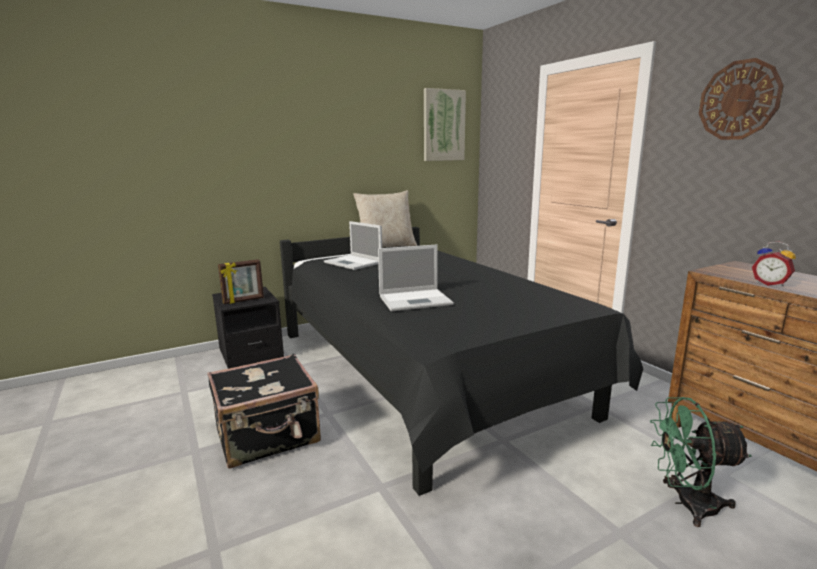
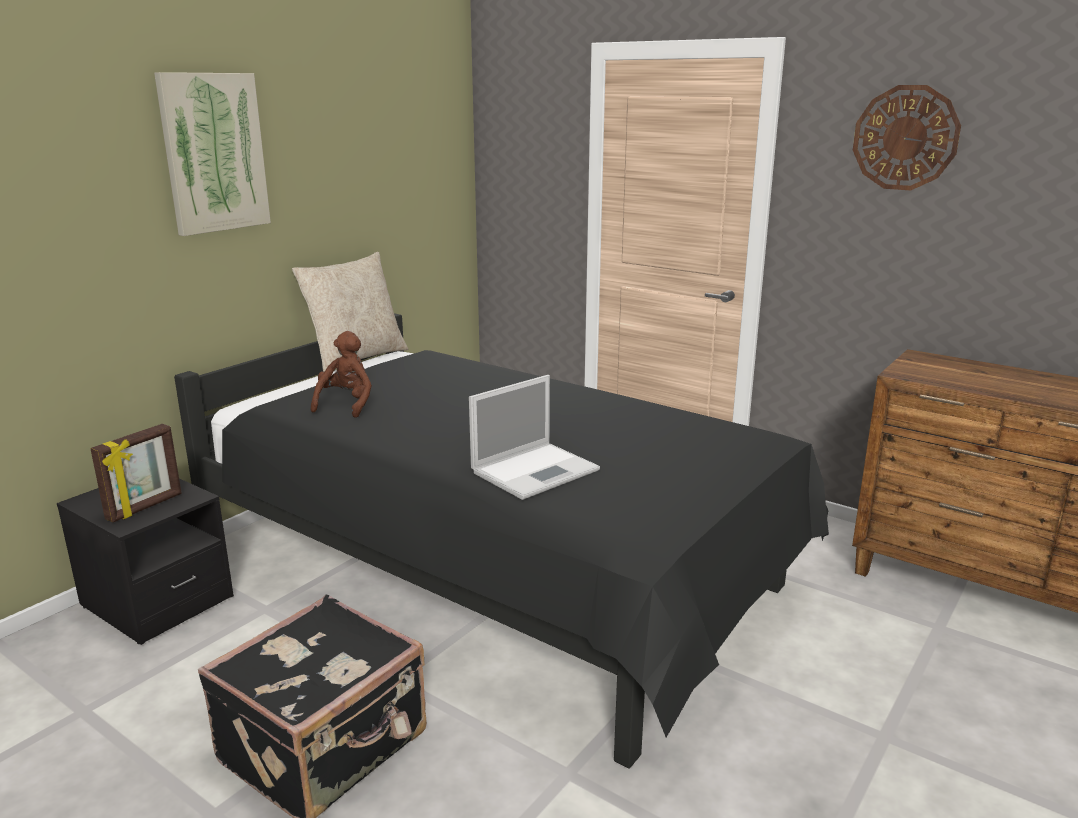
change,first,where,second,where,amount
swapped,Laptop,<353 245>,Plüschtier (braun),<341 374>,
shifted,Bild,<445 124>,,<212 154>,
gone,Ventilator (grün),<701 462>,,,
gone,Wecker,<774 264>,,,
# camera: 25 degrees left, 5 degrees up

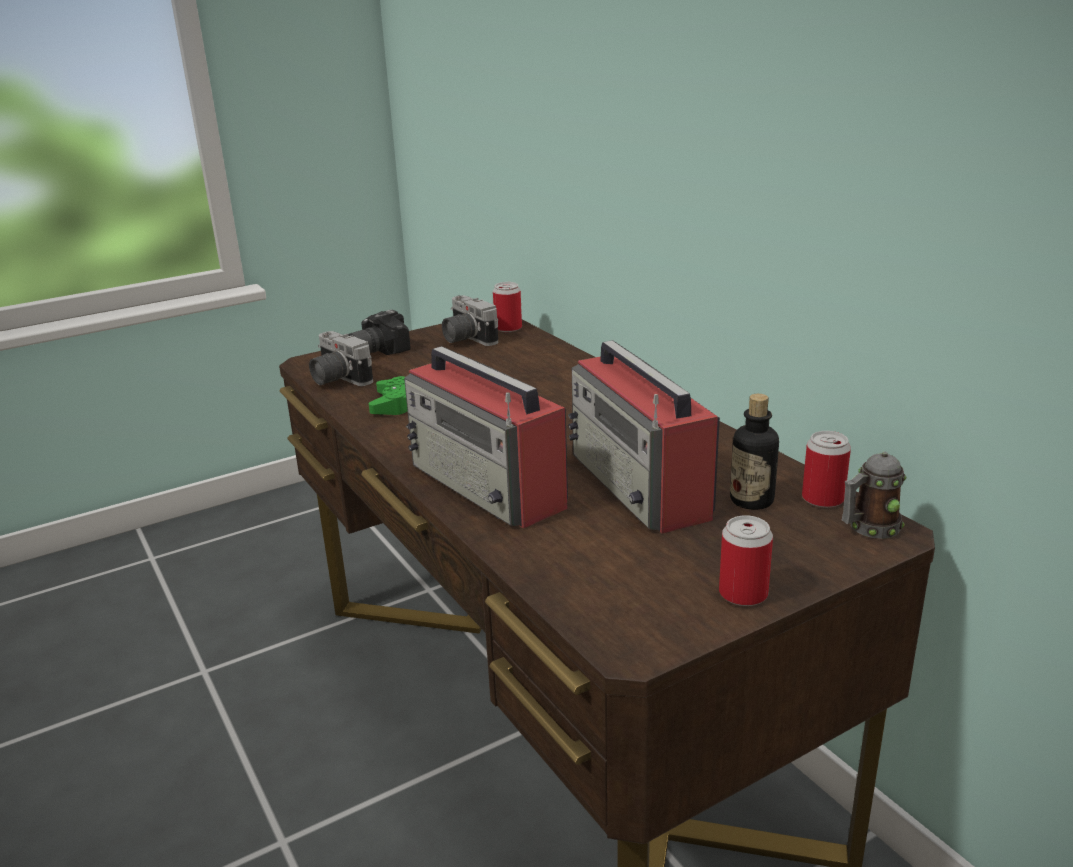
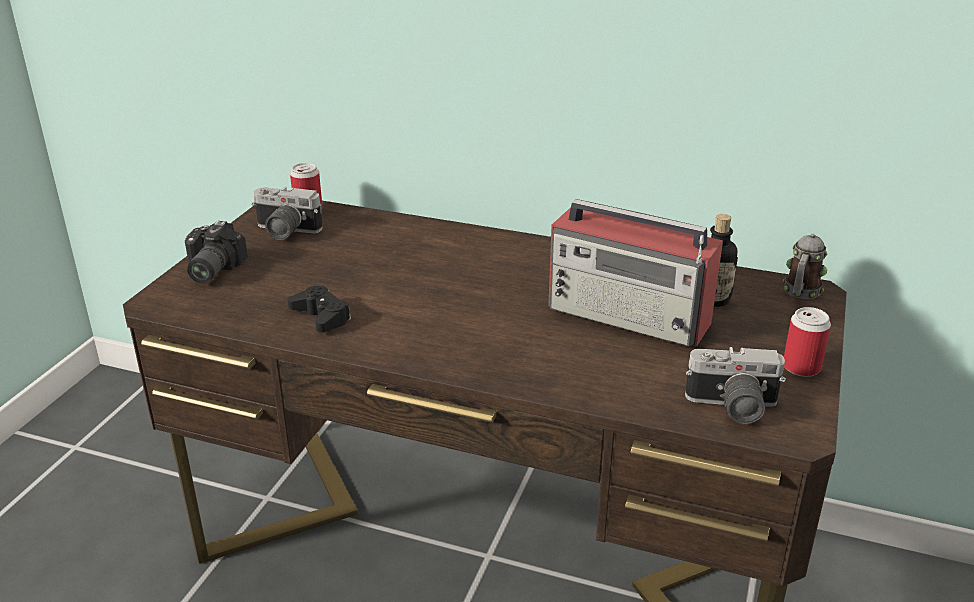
change,first,where,second,where,amount
shifted,Kamera,<341 358>,,<735 385>,
repainted,Gamepad (grün),<388 395>,Gamepad (schwarz),<319 309>,
gone,Radio,<486 437>,,,
gone,Dose,<826 469>,,,
# camera: 40 degrees left, 5 degrees up

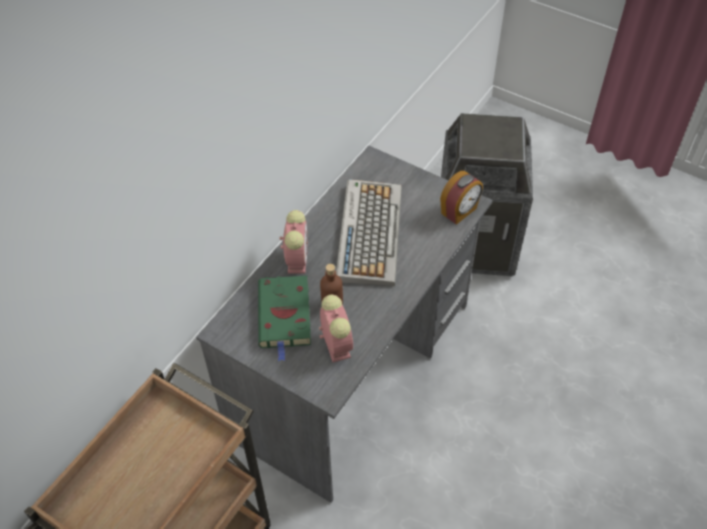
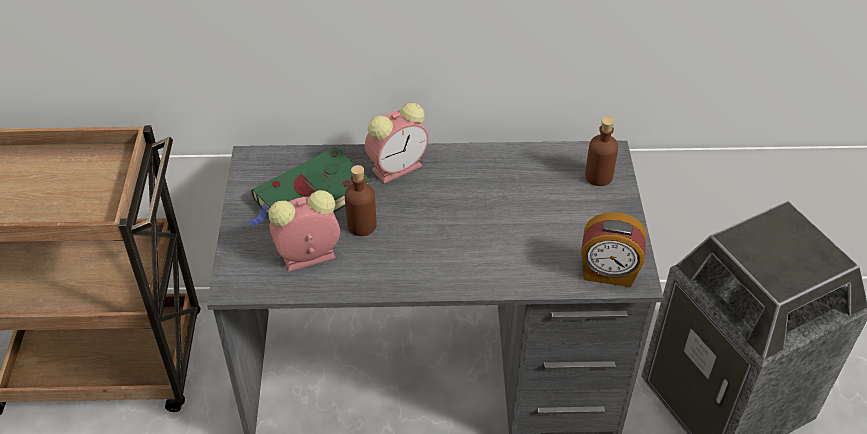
change,first,where,second,where,amount
rotated,Wecker,<336 328>,,<304 231>,150 degrees counterclockwise
gone,Tastatur,<369 232>,,,
new,,,Flasche (braun),<601 151>,
# camera: 55 degrees right, 5 degrees down

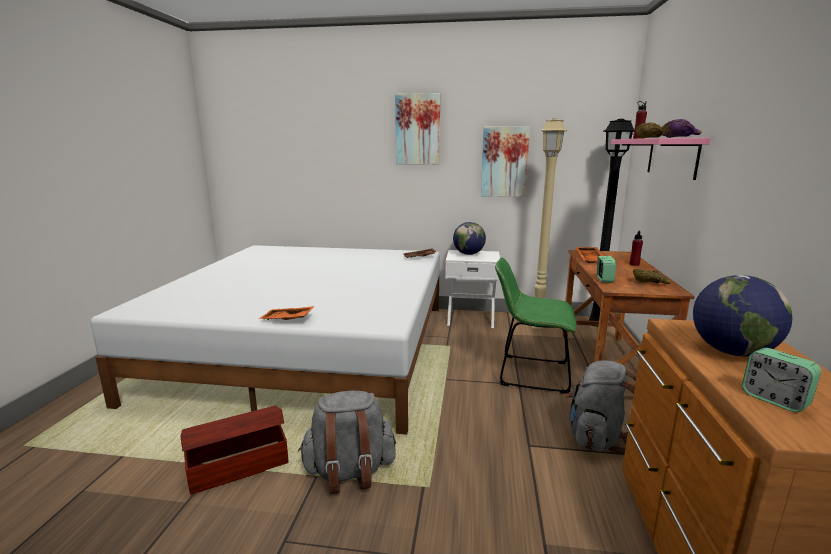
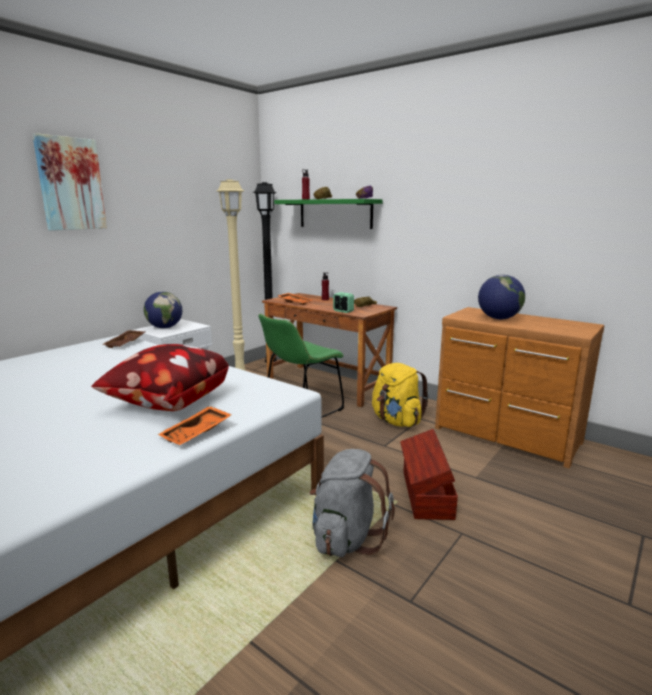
change,first,where,second,where,amount
shifted,Aufbewahrungsbox (braun),<235 450>,,<429 474>,
gone,Bild,<505 162>,,,
repainted,Rucksack (grau),<600 406>,Rucksack (gelb),<400 395>,
repainted,Wandregal (rosa),<660 159>,Wandregal (grün),<328 214>,
gone,Wecker,<781 380>,,,
new,,,Kissen,<160 377>,
# camera: 60 degrees left, 0 degrees up

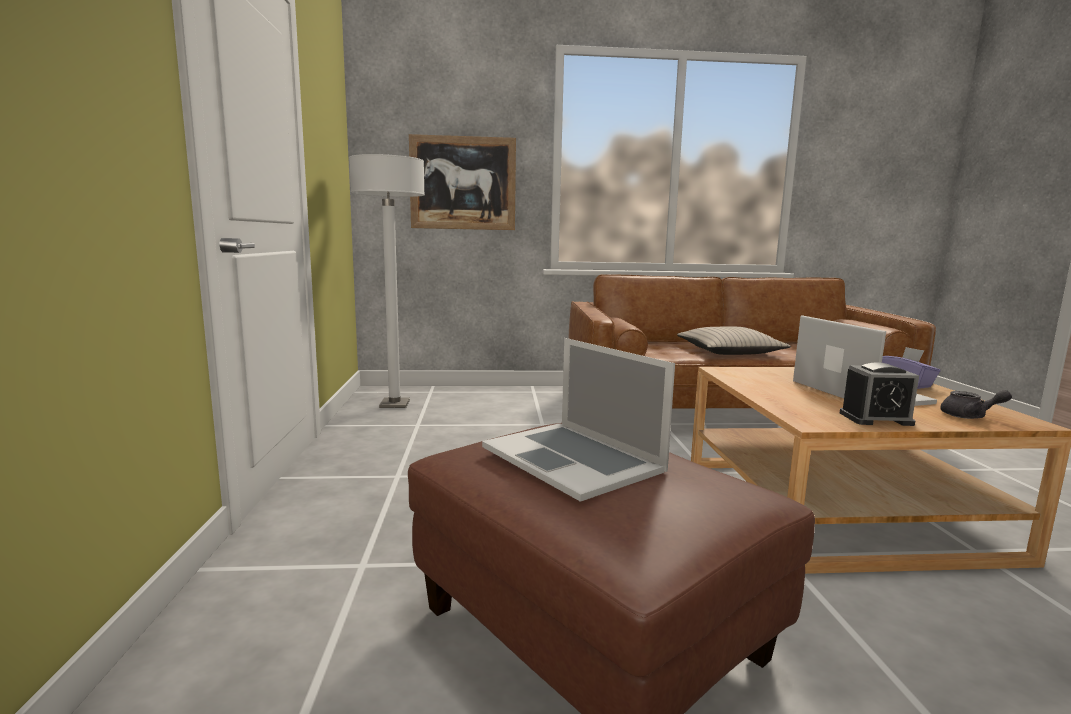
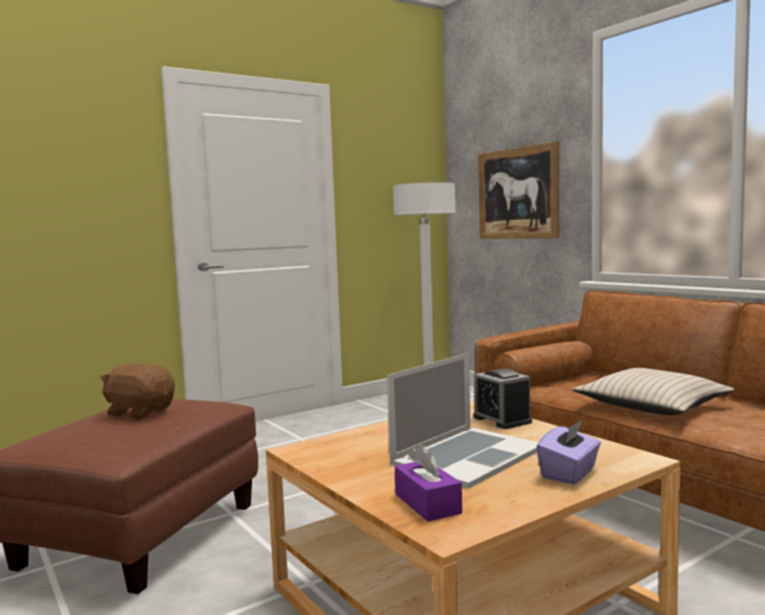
change,first,where,second,where,amount
swapped,Laptop,<578 420>,Plüschtier (braun),<137 391>,
shifted,Wecker,<879 394>,,<502 398>,
swapped,Teekanne (grau),<976 404>,Taschentuchbox (lila),<428 483>,
# camera: 60 degrees right, 5 degrees down

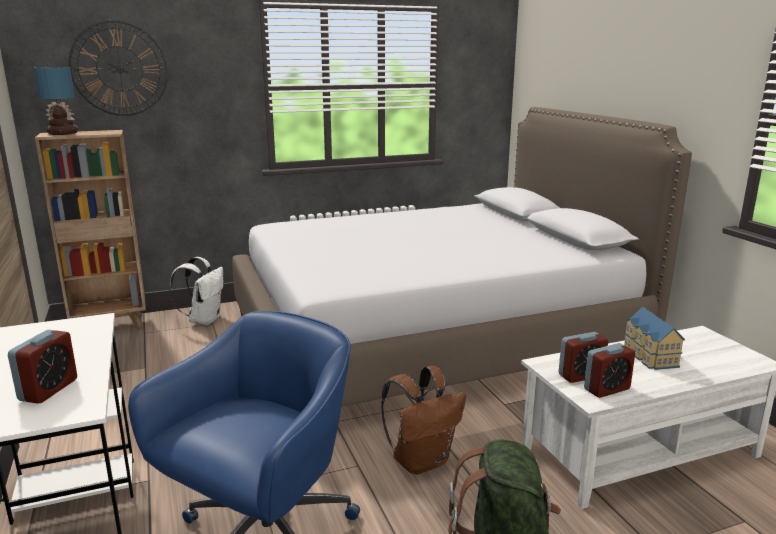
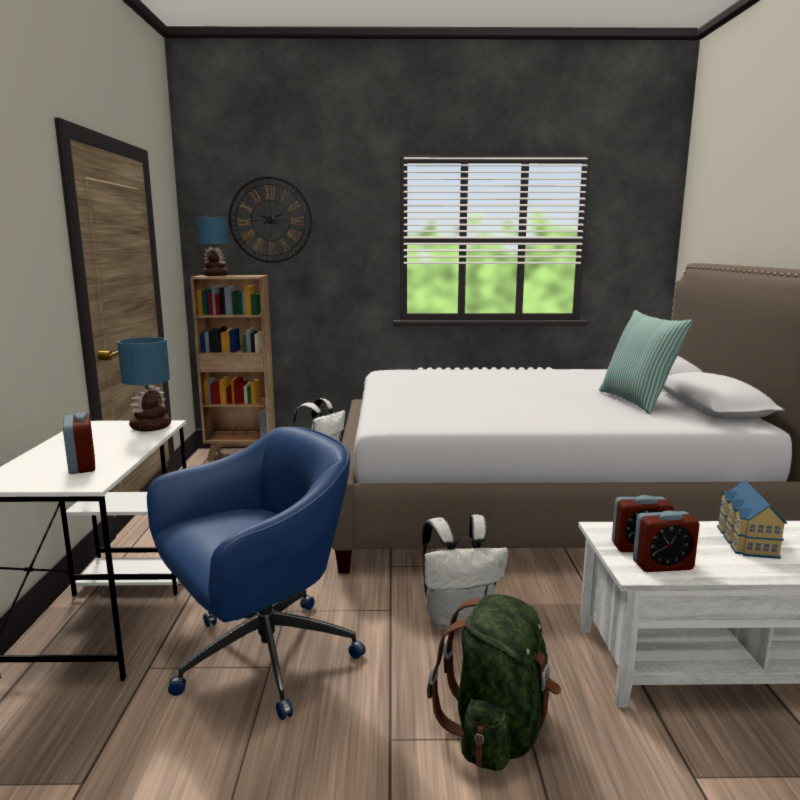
change,first,where,second,where,amount
rotated,Wecker,<42 367>,,<79 443>,60 degrees counterclockwise
repainted,Rucksack (braun),<423 420>,Rucksack (weiß),<465 572>,
new,,,Tischlampe,<144 384>,
new,,,Kissen,<646 362>,
# camera: 20 degrees right, 5 degrees down

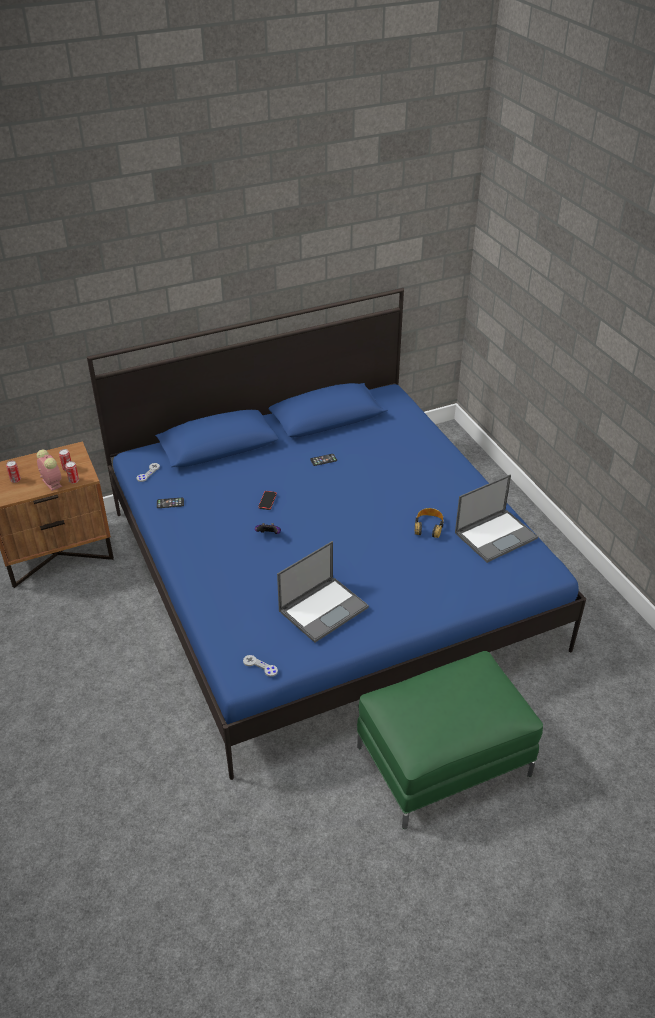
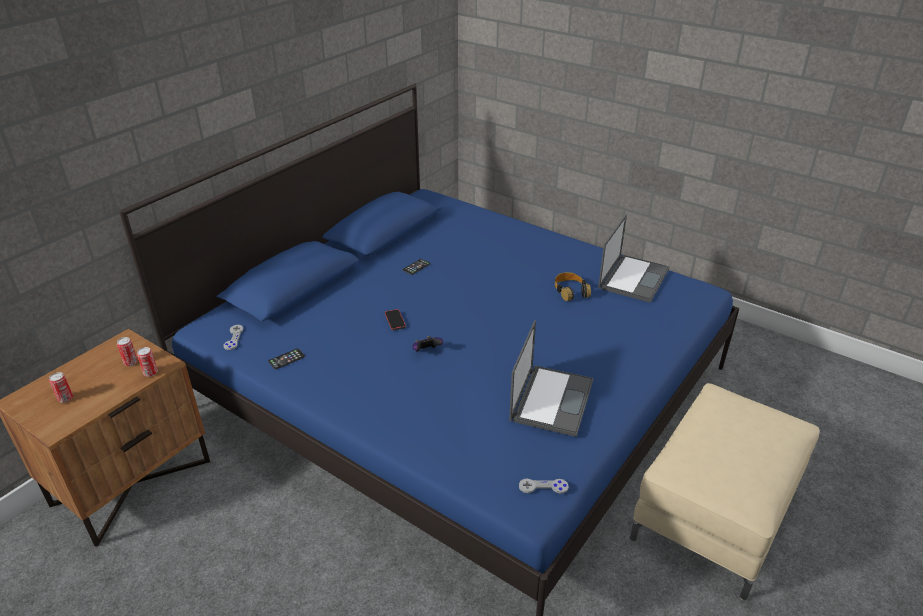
change,first,where,second,where,amount
gone,Wecker,<49 470>,,,
repainted,Polsterhocker (grün),<450 740>,Polsterhocker (beige),<725 492>,
# camera: 30 degrees left, 5 degrees down

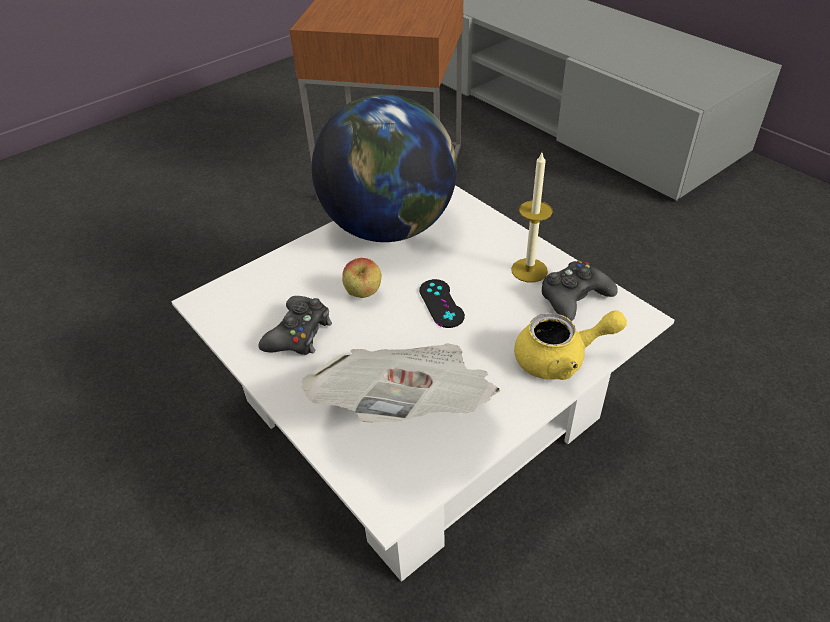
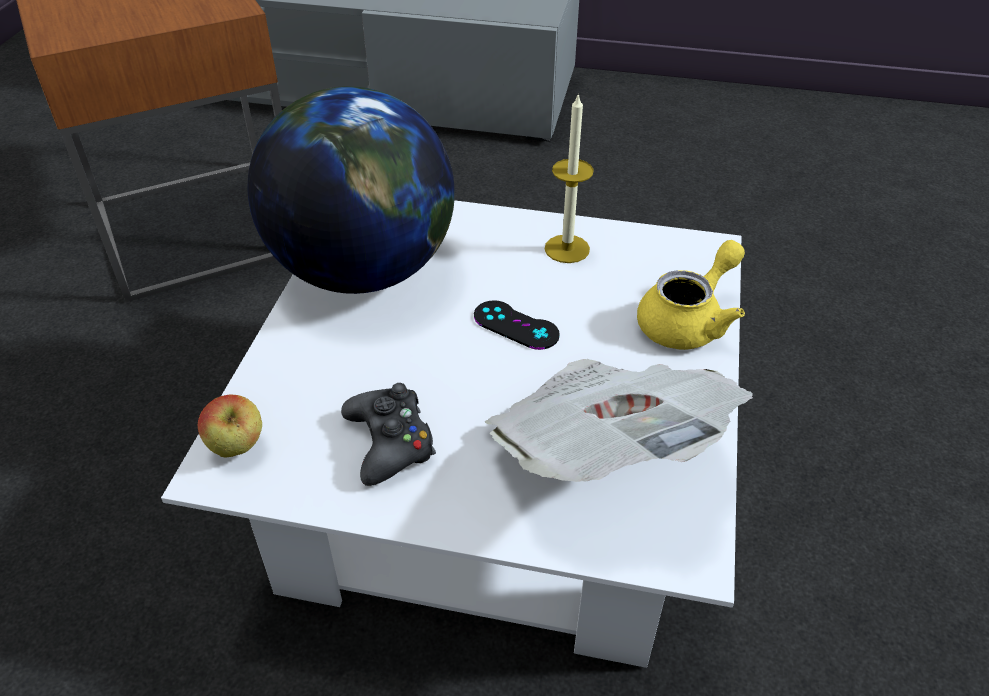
change,first,where,second,where,amount
shifted,Apfel,<362 278>,,<230 425>,
gone,Gamepad (schwarz),<579 290>,,,
# camera: 40 degrees left, 0 degrees up

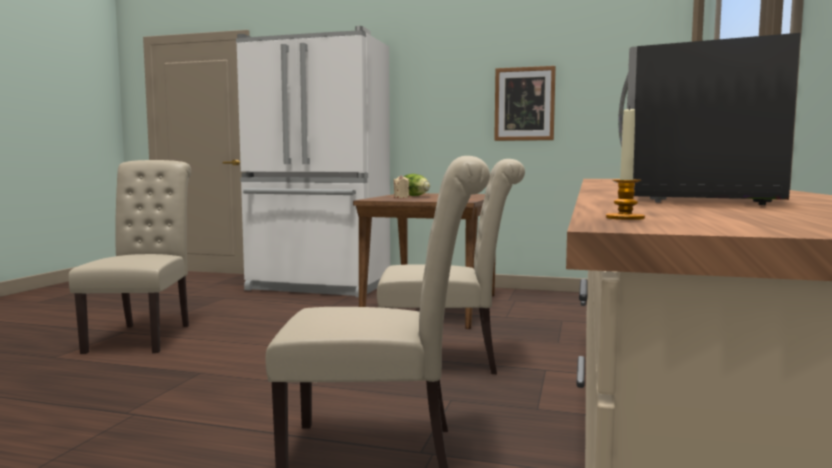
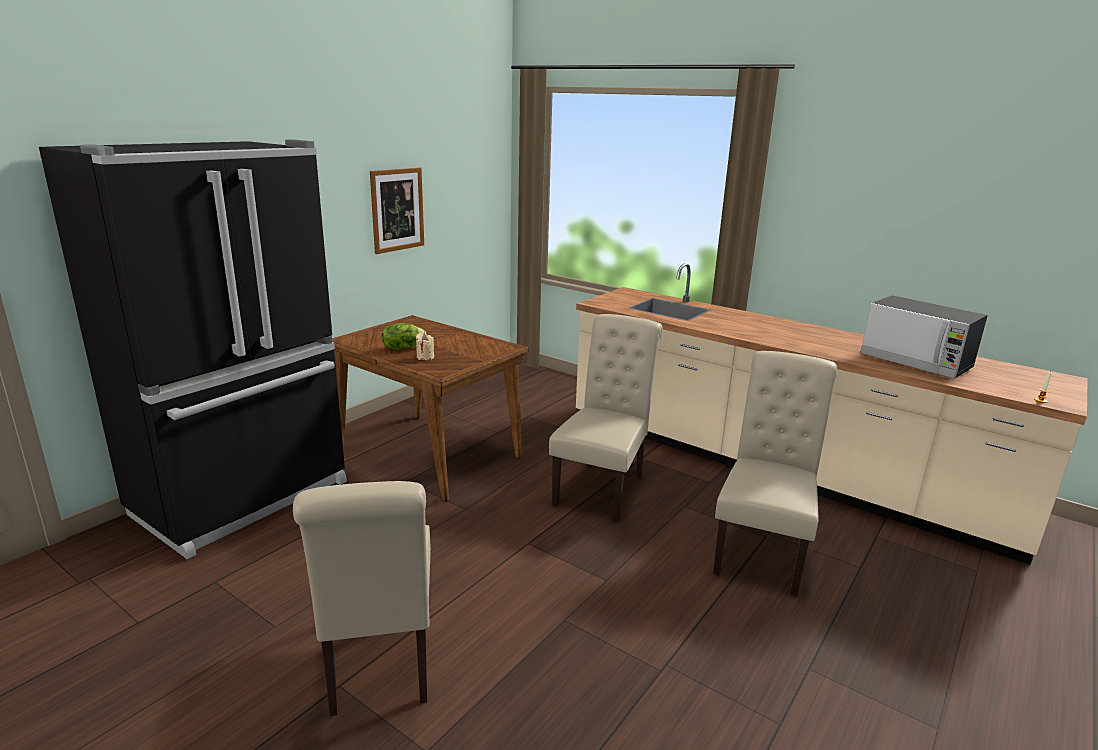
change,first,where,second,where,amount
rotated,Stuhl (beige),<129 257>,,<362 598>,120 degrees counterclockwise
repainted,Kühlschrank (weiß),<313 161>,Kühlschrank (schwarz),<193 349>,
# camera: 70 degrees left, 15 degrees up

